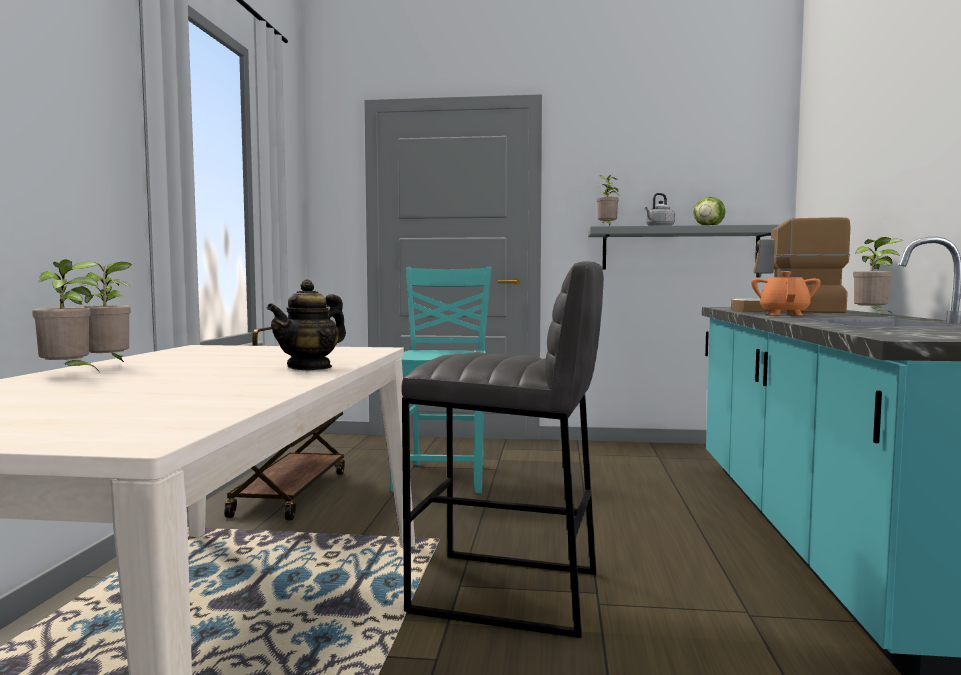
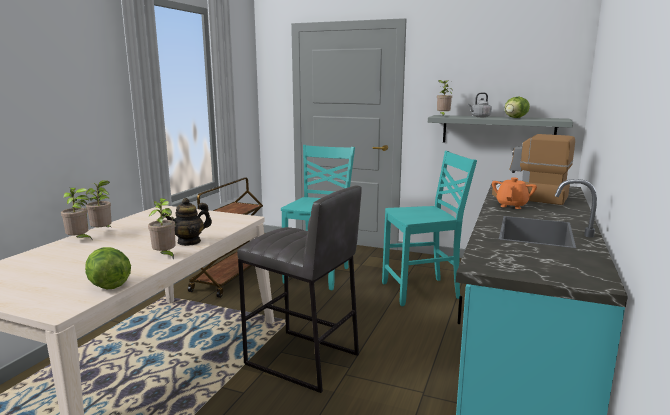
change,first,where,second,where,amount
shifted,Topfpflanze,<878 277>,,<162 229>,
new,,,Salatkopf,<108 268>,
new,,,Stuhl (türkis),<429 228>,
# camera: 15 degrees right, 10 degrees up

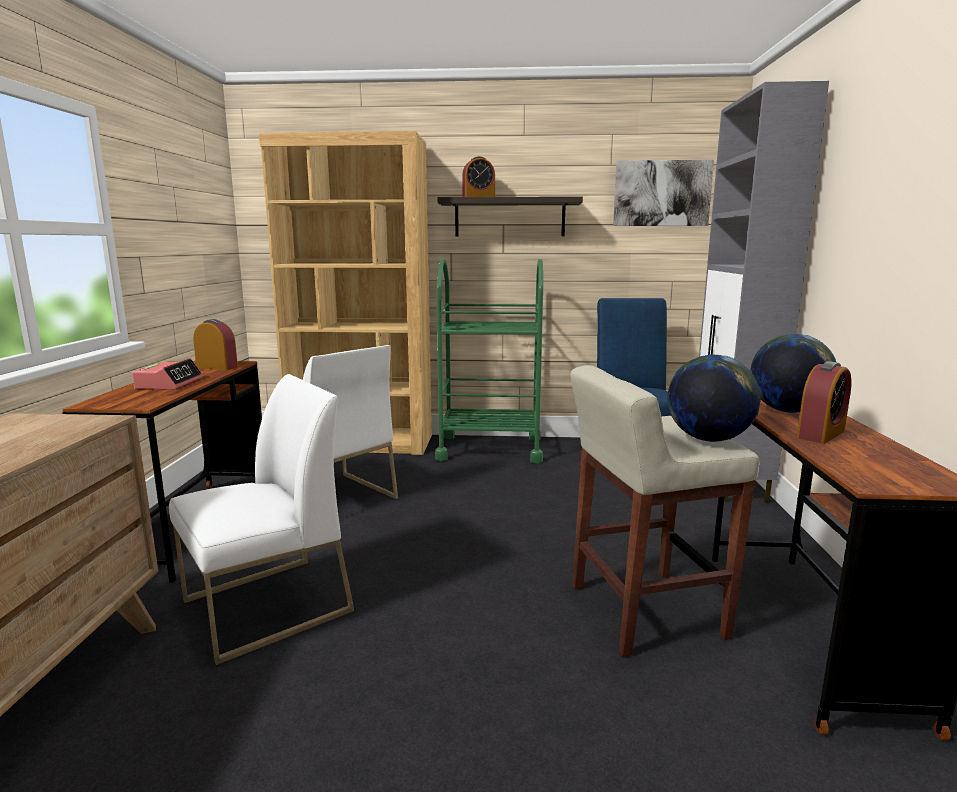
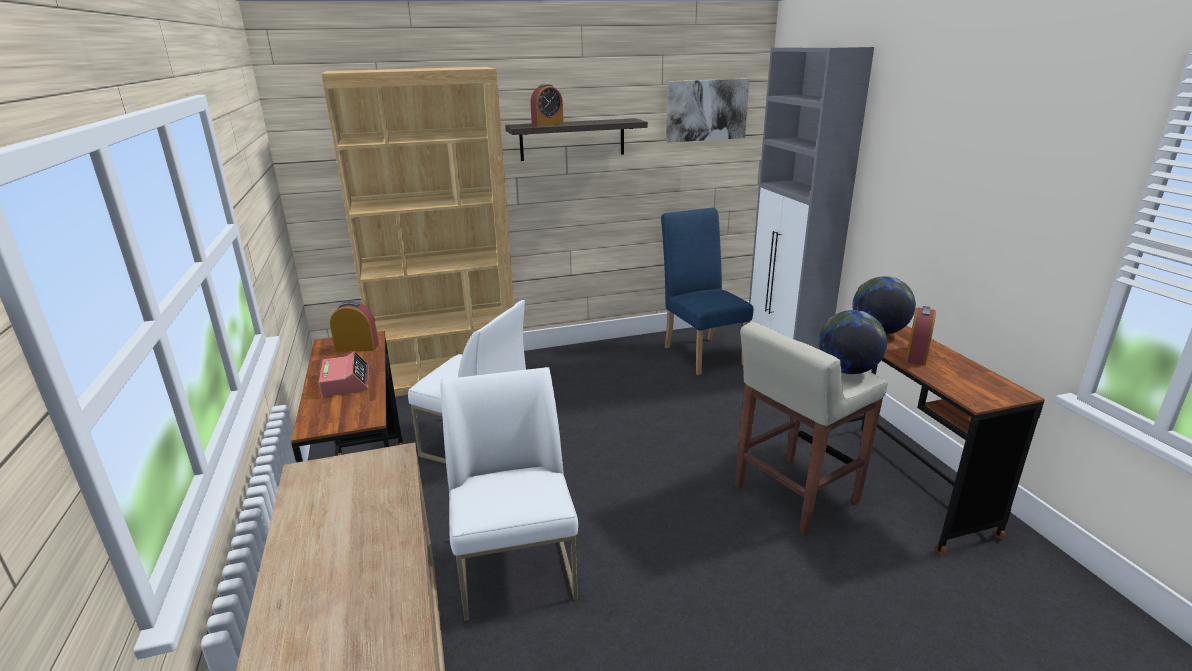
change,first,where,second,where,amount
rotated,Stuhl (weiß),<261 519>,,<509 494>,45 degrees counterclockwise
gone,Rollwagen (grün),<489 361>,,,
# camera: 20 degrees left, 10 degrees up

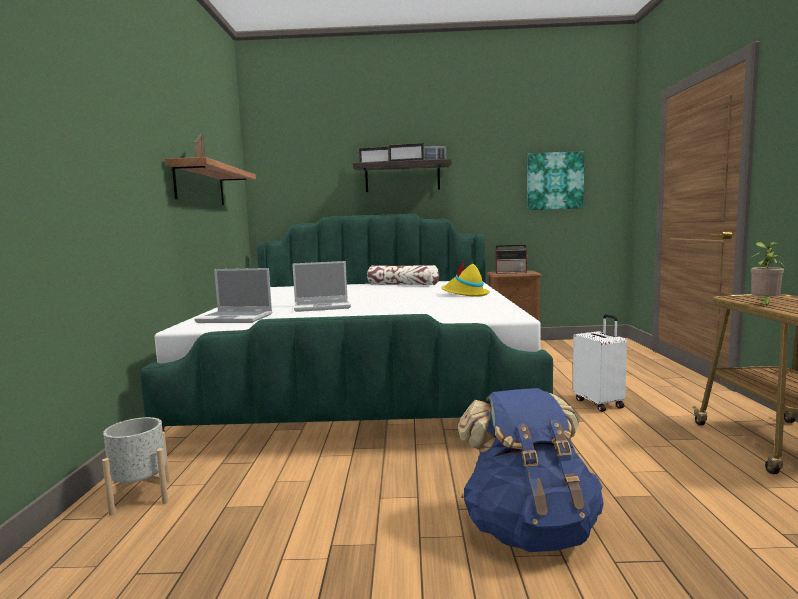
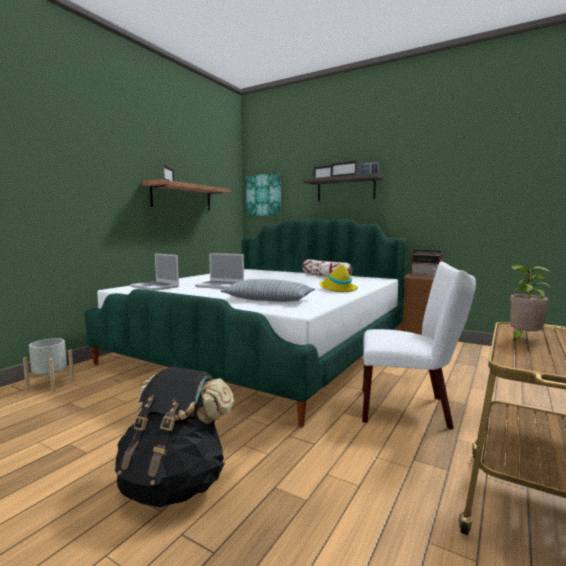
change,first,where,second,where,amount
repainted,Rucksack (blau),<531 470>,Rucksack (schwarz),<174 437>,
shifted,Bild,<555 180>,,<263 194>,
swapped,Koffer (weiß),<600 363>,Stuhl (weiß),<419 346>,
new,,,Kissen,<268 290>,
# camera: 30 degrees right, 0 degrees up

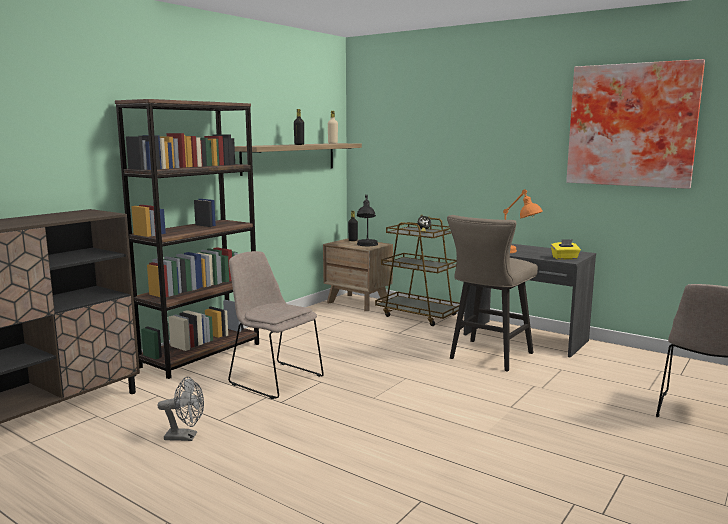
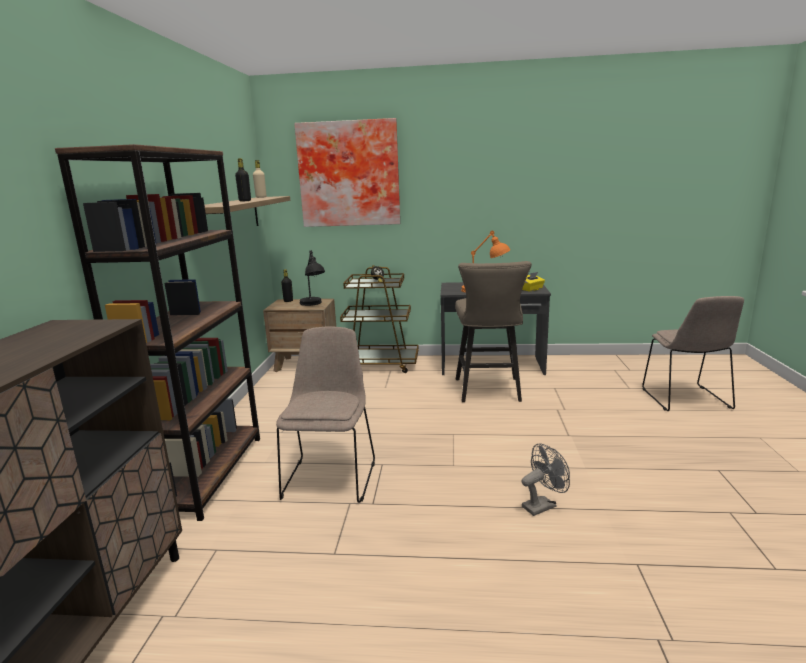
change,first,where,second,where,amount
shifted,Ventilator (grau),<180 408>,,<546 480>,
rotated,Stuhl (beige),<276 325>,,<325 414>,90 degrees clockwise
shifted,Bild,<635 124>,,<347 172>,
# camera: 30 degrees left, 5 degrees up

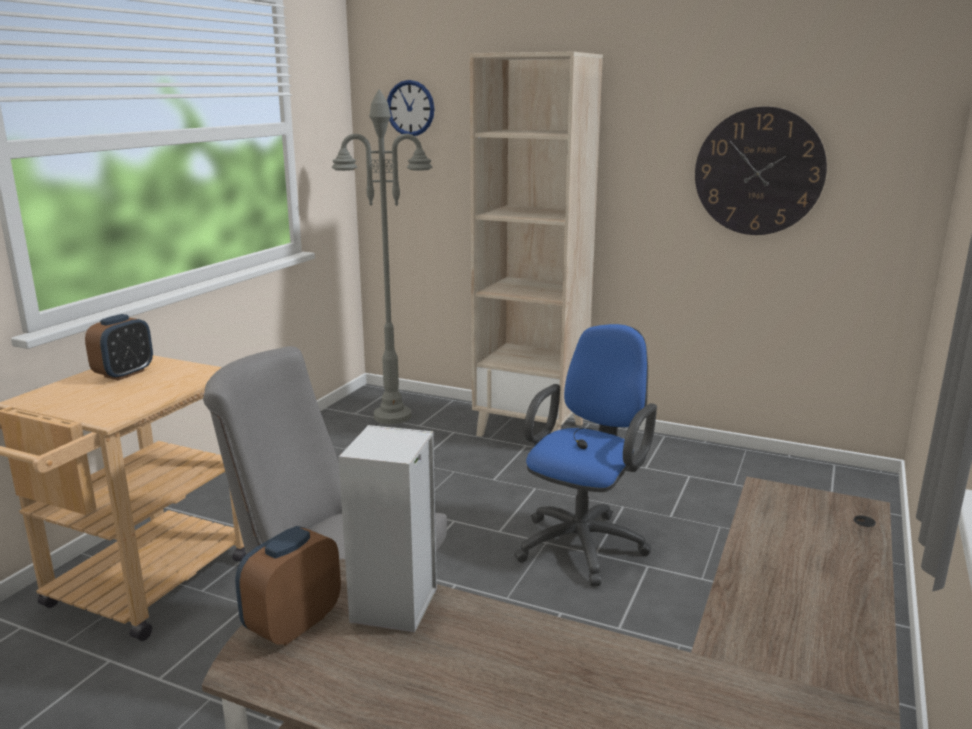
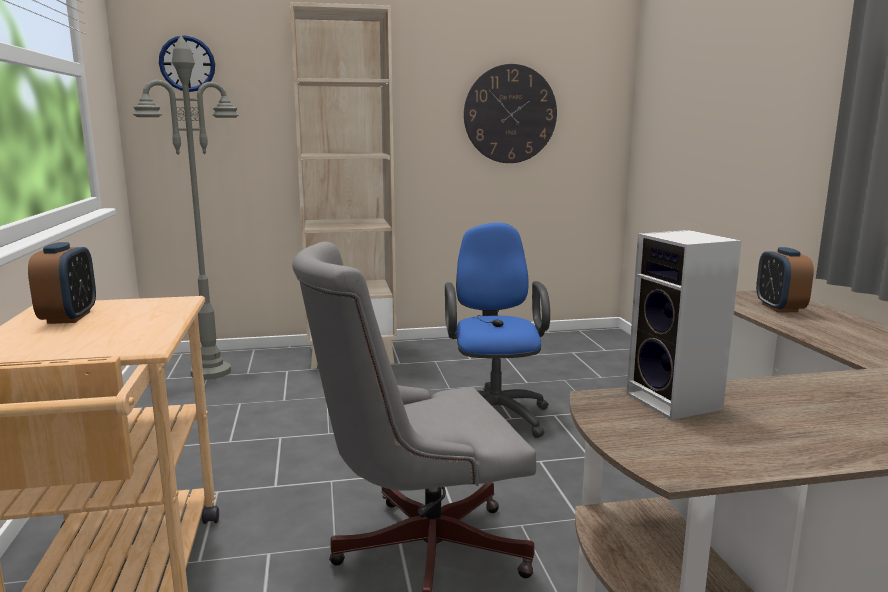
change,first,where,second,where,amount
shifted,Wecker,<288 586>,,<785 279>,
# camera: 35 degrees left, 5 degrees down

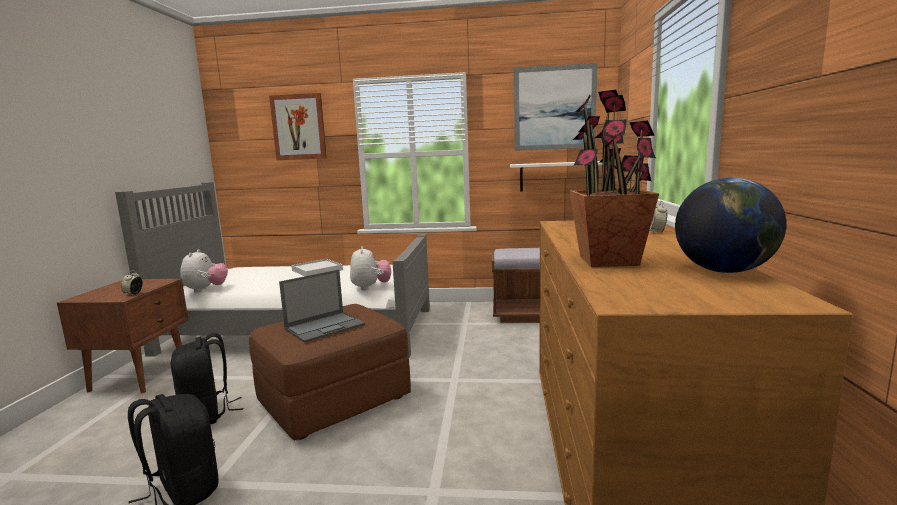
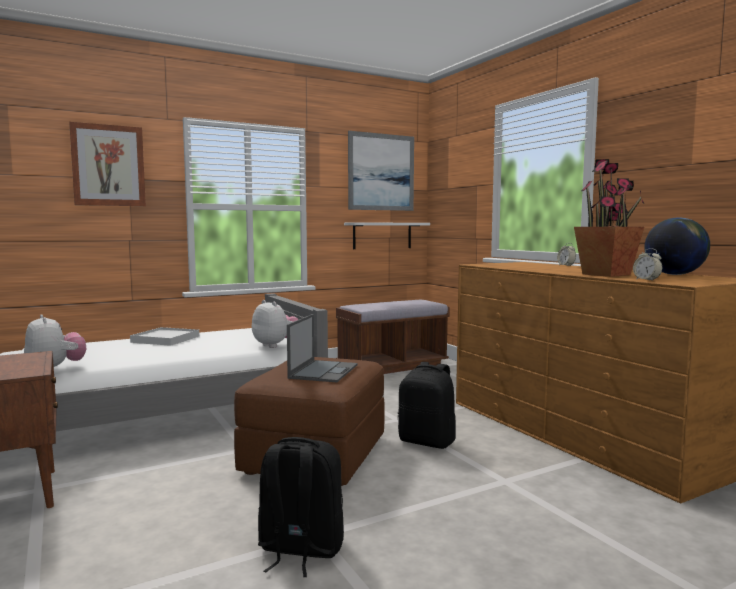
change,first,where,second,where,amount
shifted,Wecker,<132 283>,,<647 264>,
shifted,Rucksack (schwarz),<207 378>,,<427 405>,
# camera: 35 degrees left, 5 degrees down

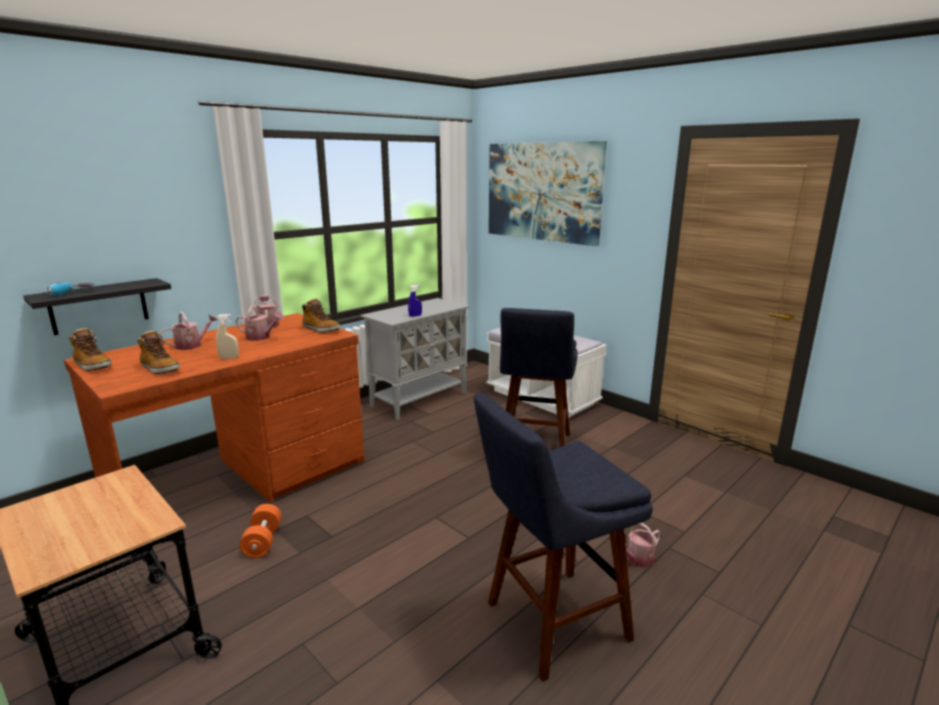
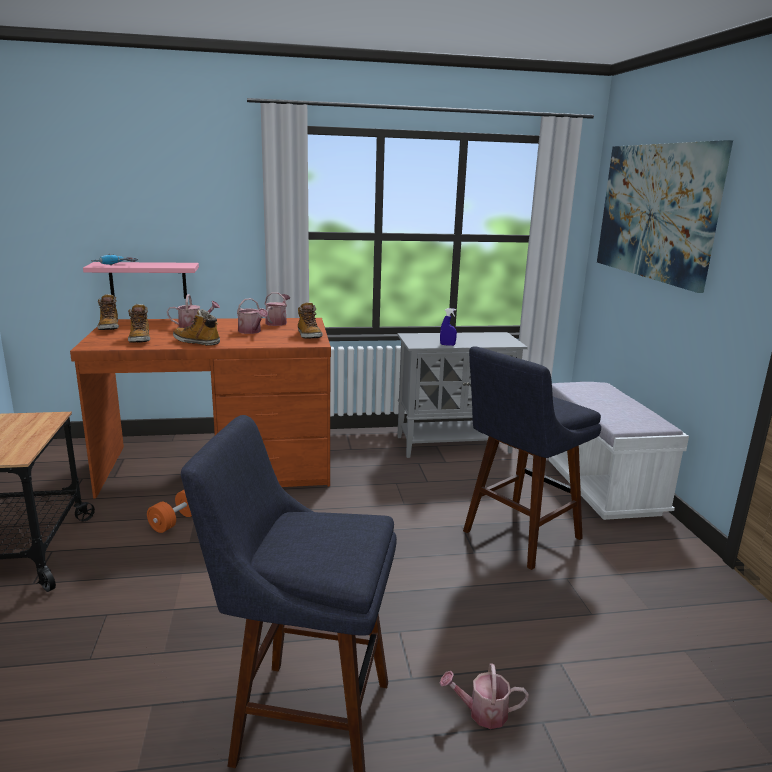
change,first,where,second,where,amount
repainted,Wandregal (schwarz),<97 306>,Wandregal (rosa),<141 280>,
swapped,Sprühflasche (beige),<227 336>,Stiefel,<196 327>,
# camera: 35 degrees right, 0 degrees up

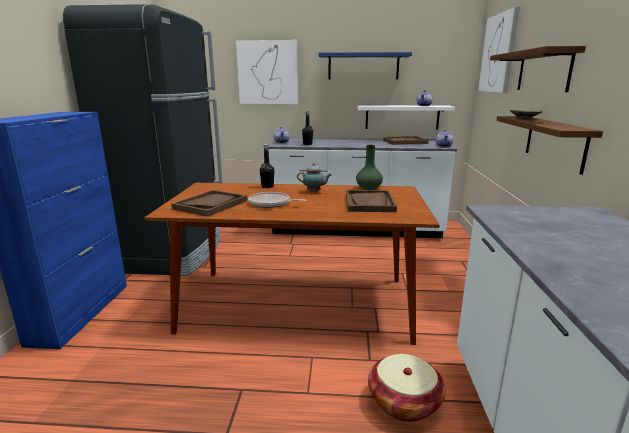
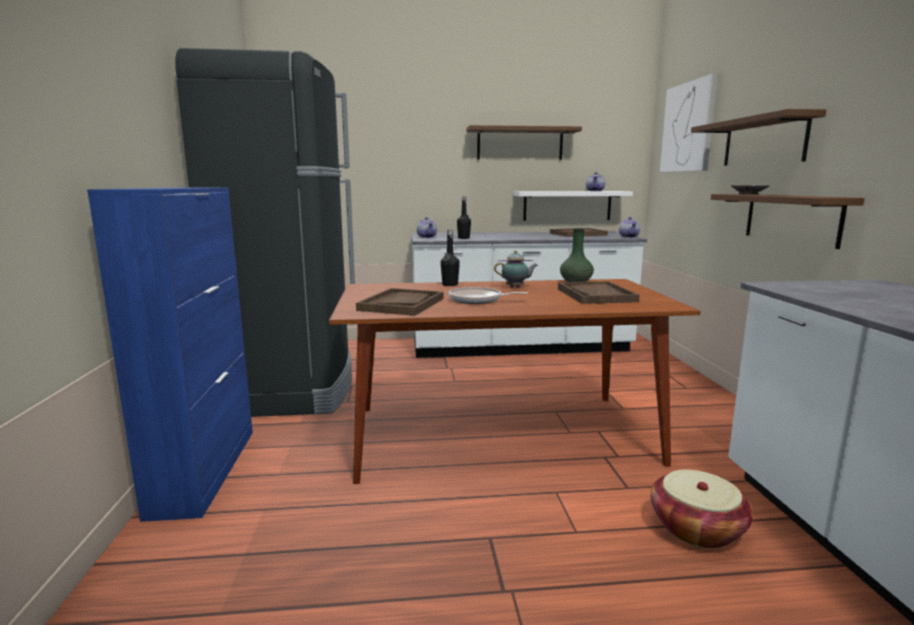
change,first,where,second,where,amount
gone,Bild,<267 72>,,,
repainted,Wandregal (blau),<365 65>,Wandregal (braun),<524 142>,
# camera: 10 degrees left, 5 degrees down

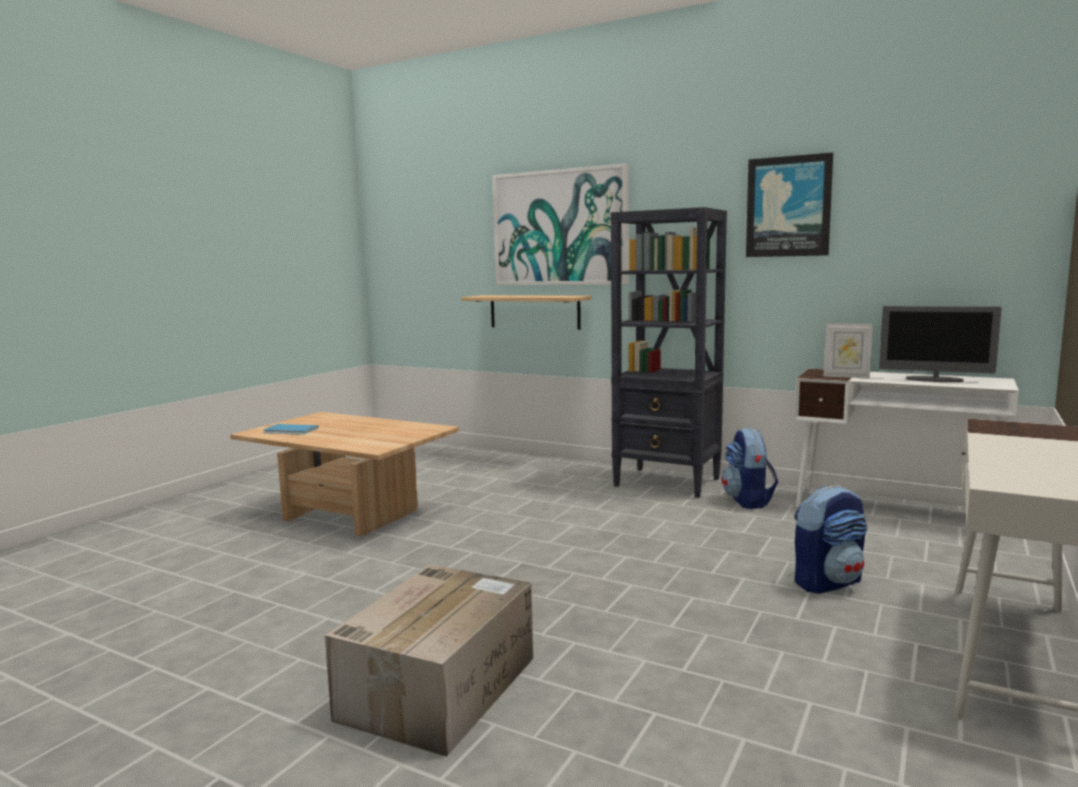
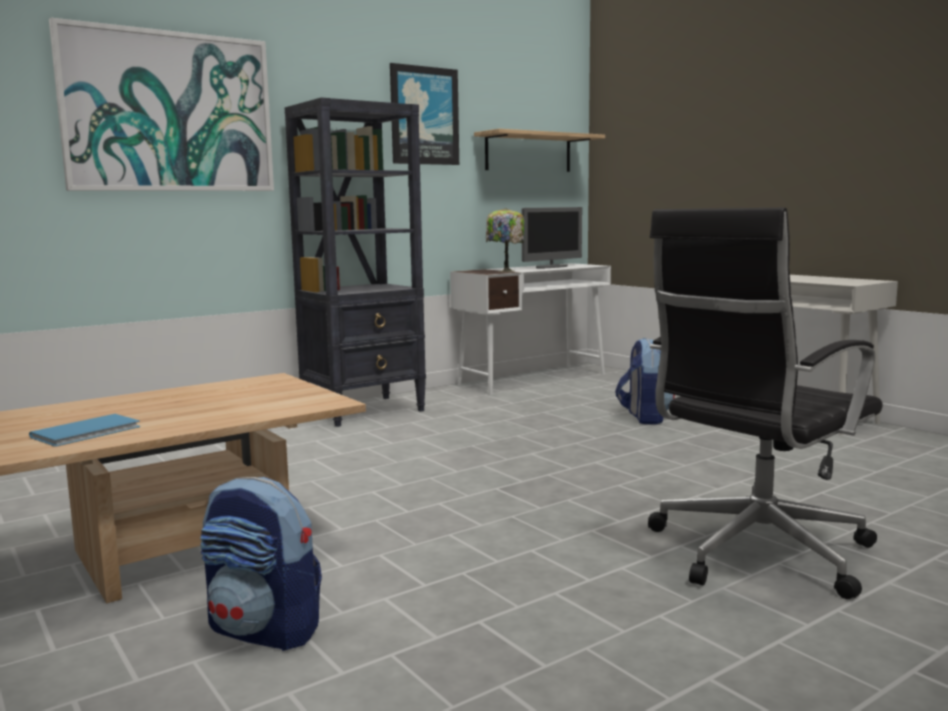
change,first,where,second,where,amount
swapped,Karton,<429 660>,Bürostuhl (schwarz),<765 403>,
shifted,Wandregal,<526 312>,,<539 150>,
shifted,Rucksack,<749 468>,,<261 564>,
swapped,Bilderrahmen,<848 350>,Tischlampe,<505 240>,
# camera: 65 degrees left, 0 degrees up

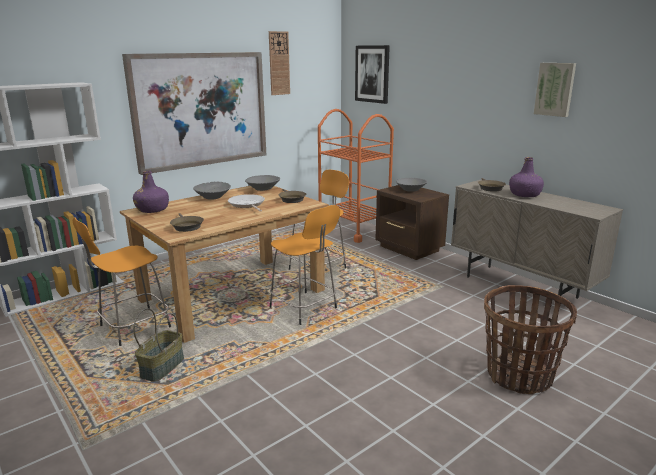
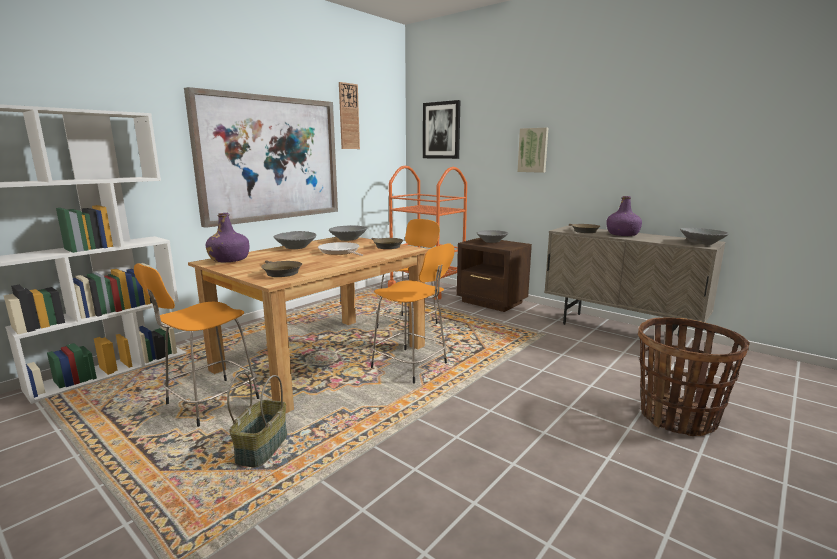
change,first,where,second,where,amount
shifted,Bild,<555 90>,,<532 150>,
new,,,Schüssel (grau),<704 236>,
# camera: 10 degrees left, 5 degrees down

